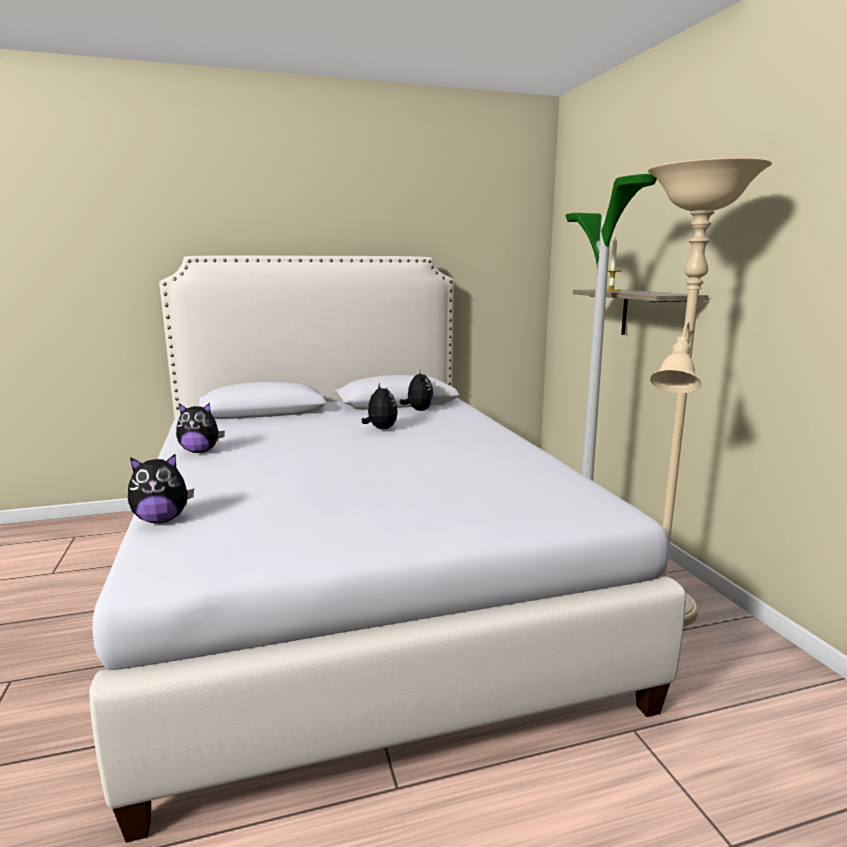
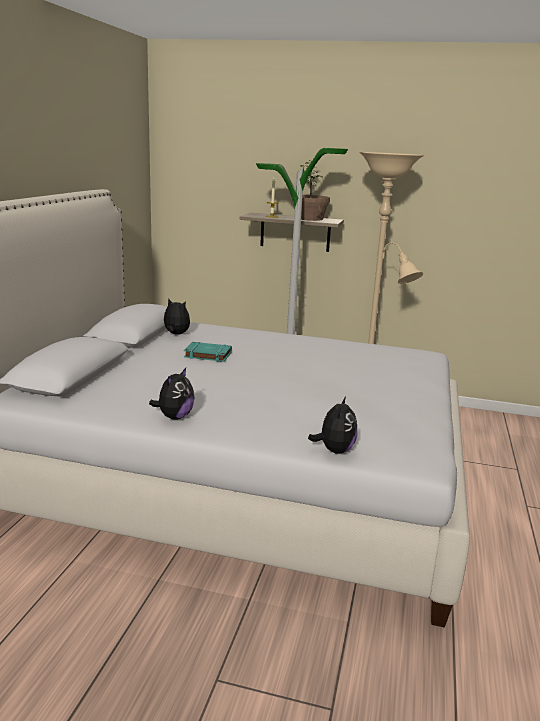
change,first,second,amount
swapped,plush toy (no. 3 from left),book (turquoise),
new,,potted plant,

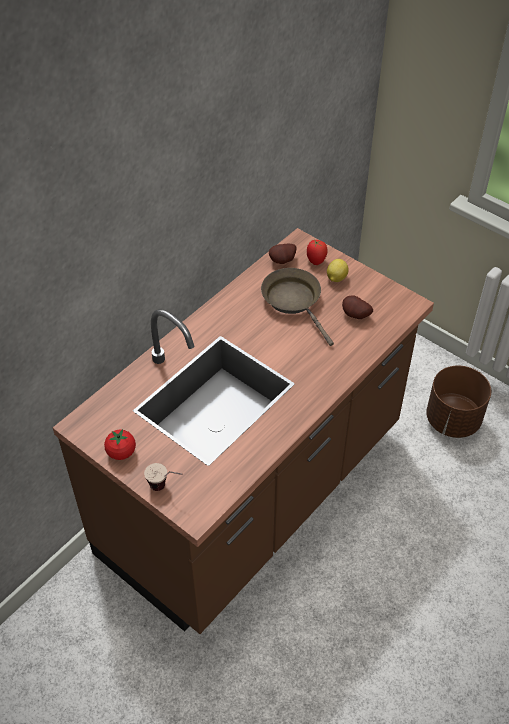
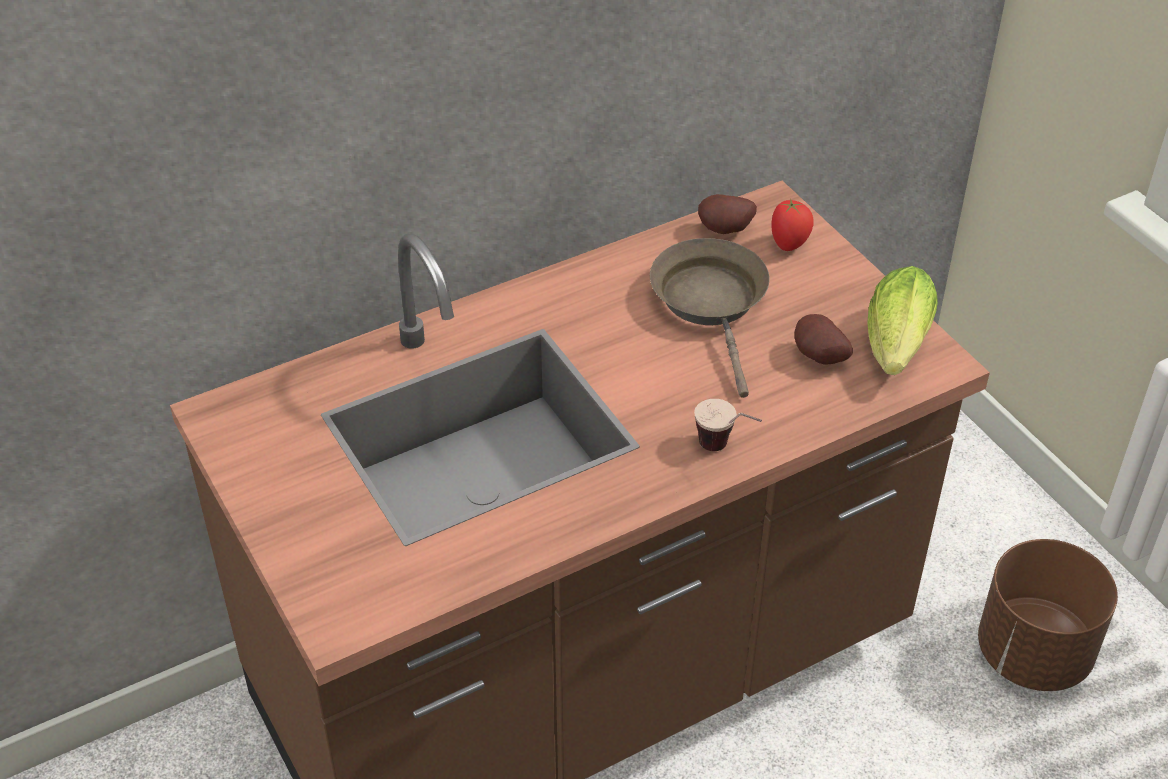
change,first,second,amount
gone,whole lemon,,
gone,whole tomato (no. 1 from left),,
shifted,small cup,,
new,,head of lettuce,

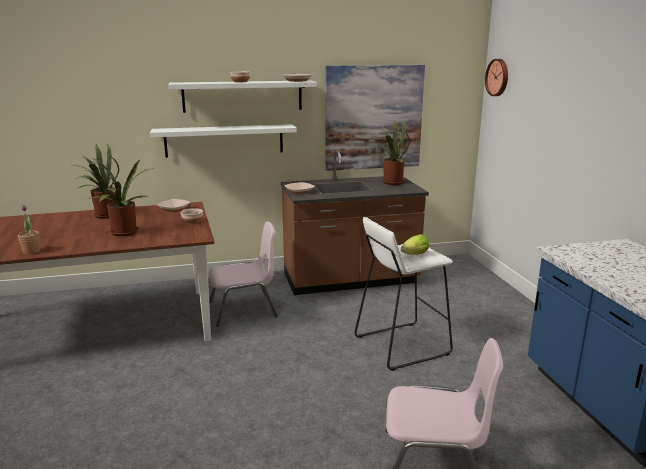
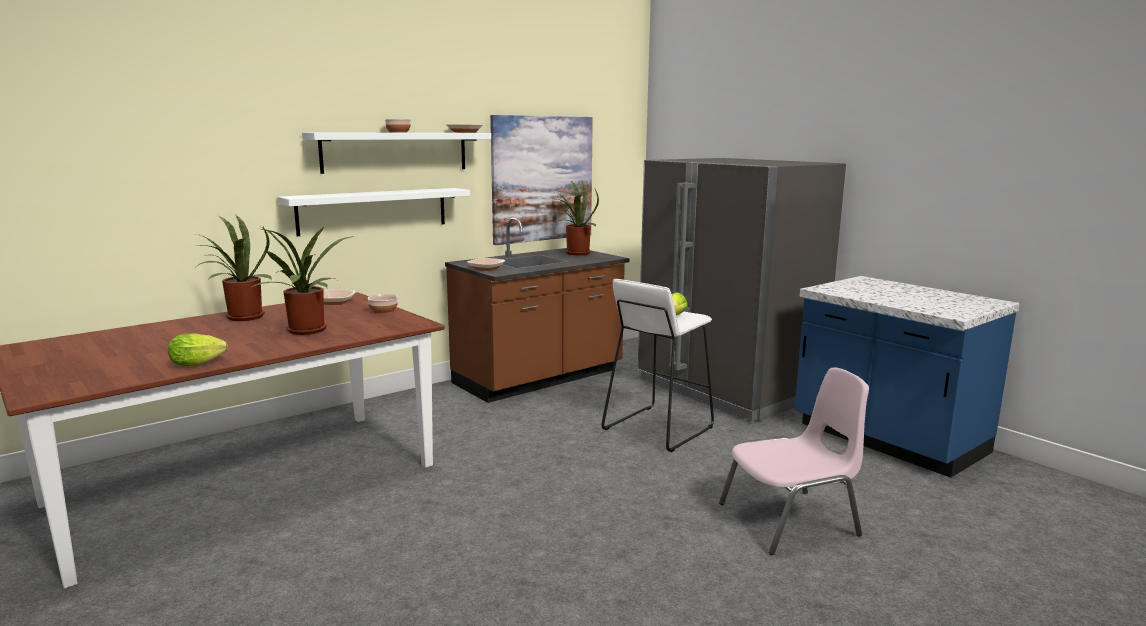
change,first,second,amount
gone,hanging clock,,
swapped,potted plant (no. 1 from left),head of lettuce (no. 1 from left),
gone,plain chair (pinkish) (no. 1 from left),,
new,,fridge (greyish),

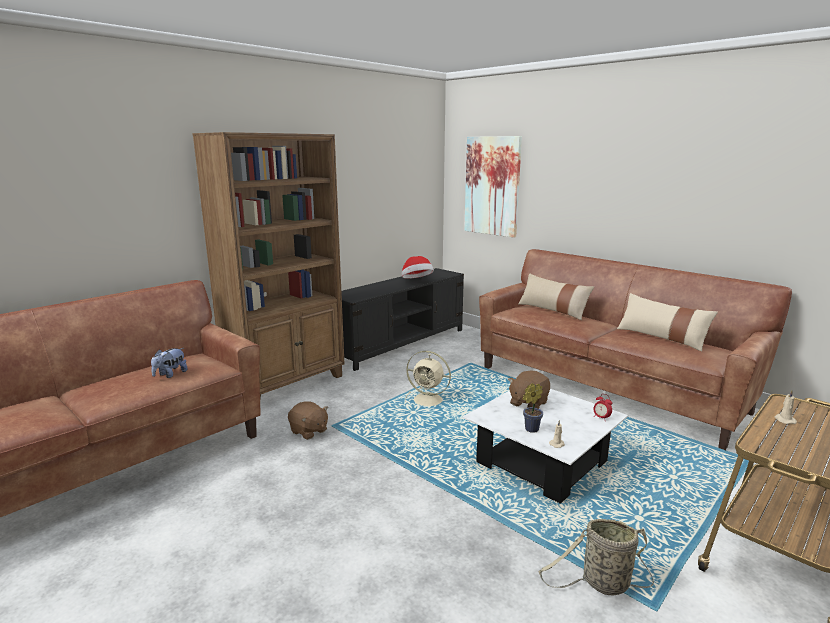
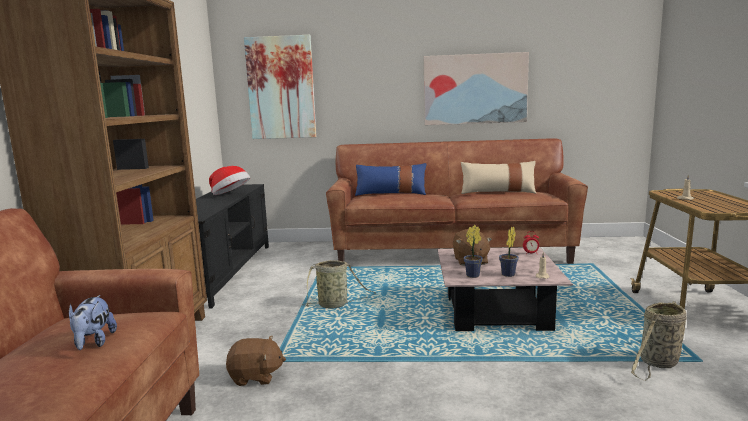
change,first,second,amount
repainted,cushion (beige) (no. 1 from left),cushion (blue-coloured),
swapped,electric fan (beige),storage basket (no. 1 from left),
repainted,low table (white-coloured),low table (pinkish),
new,,picture (no. 2 from left),
new,,potted plant (no. 1 from left),

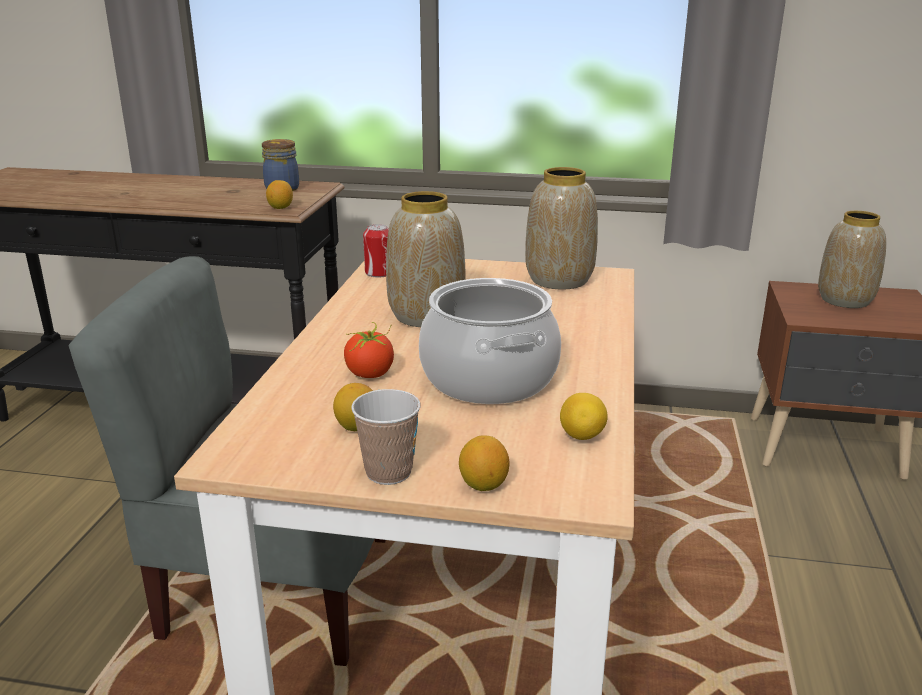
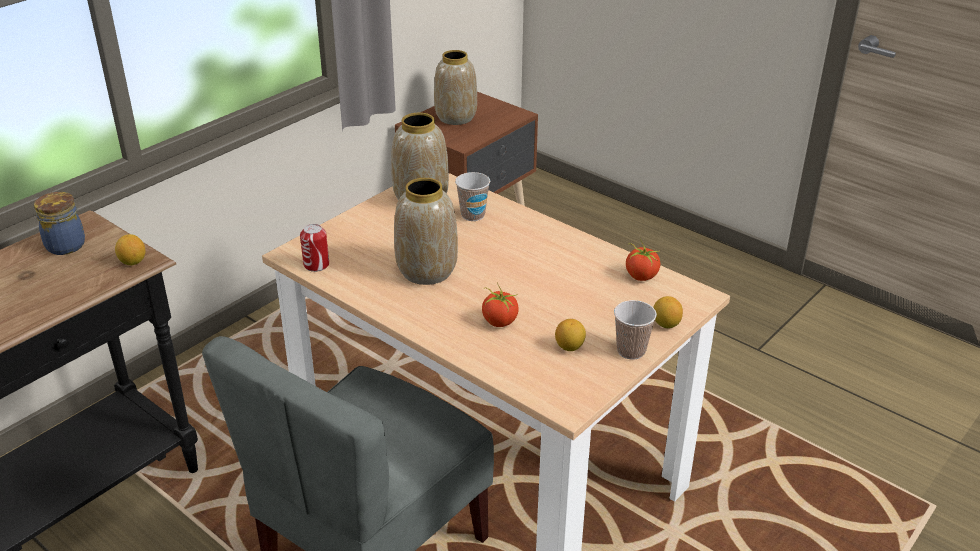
change,first,second,amount
gone,stockpot,,
swapped,whole lemon (no. 4 from left),whole tomato (no. 2 from left),
new,,small cup (no. 1 from left),

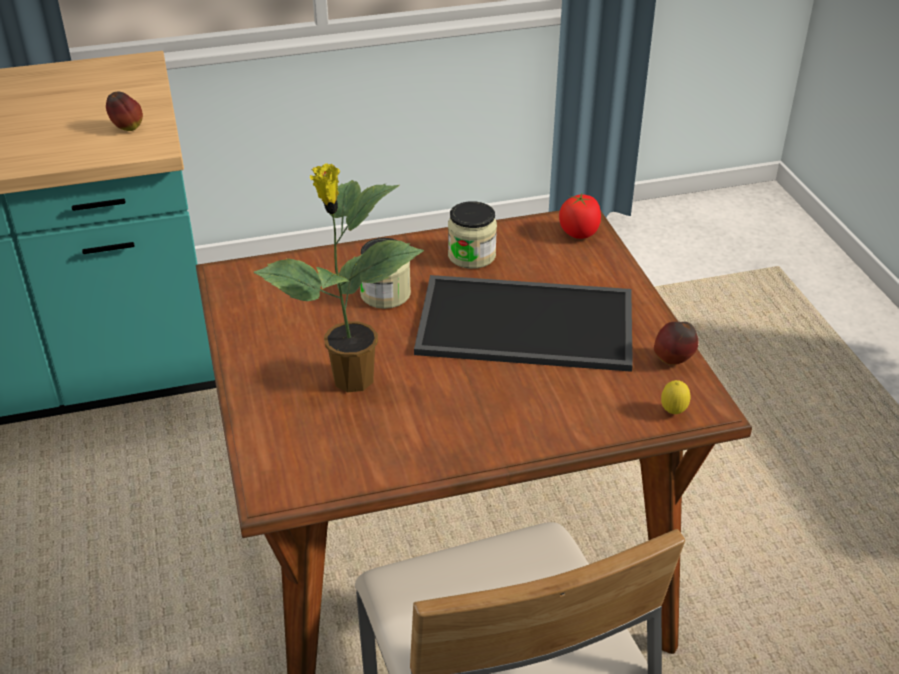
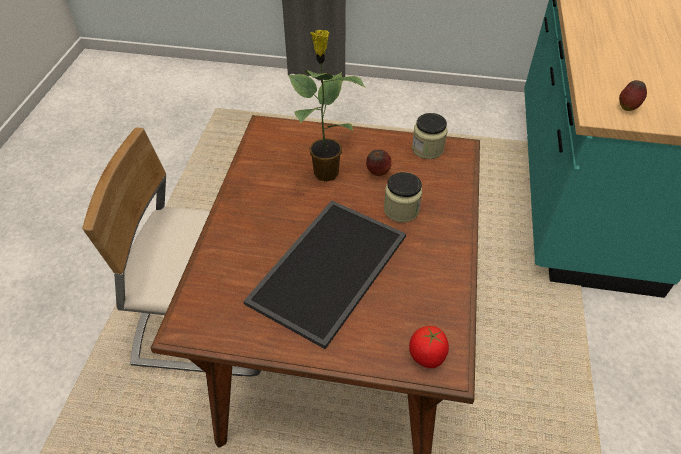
change,first,second,amount
shifted,storage jar (no. 2 from left),,
shifted,apple fruit (no. 2 from left in the first image),apple fruit (no. 1 from left),
gone,whole lemon,,

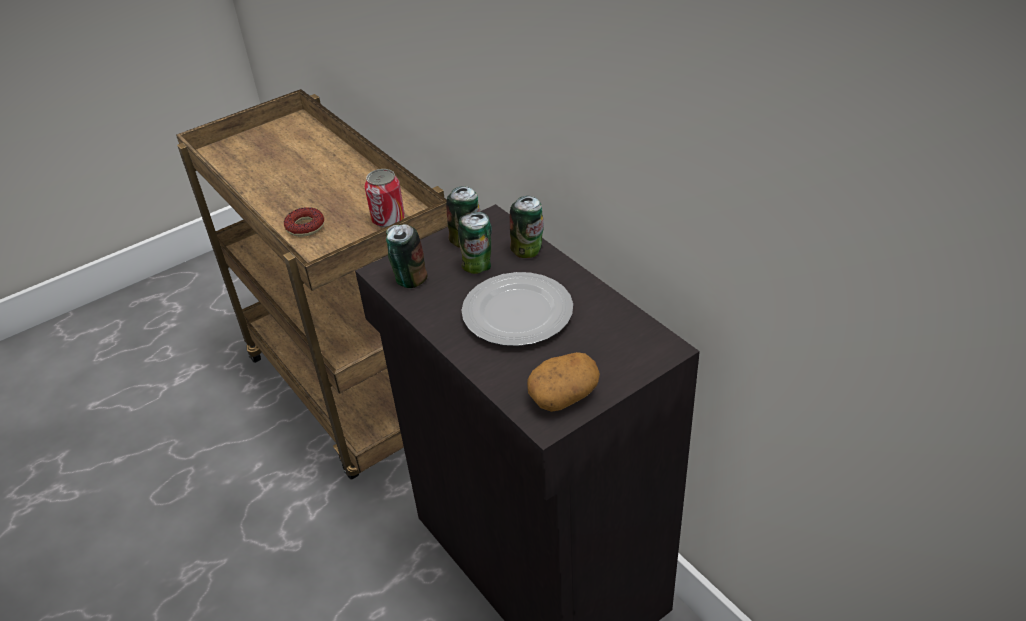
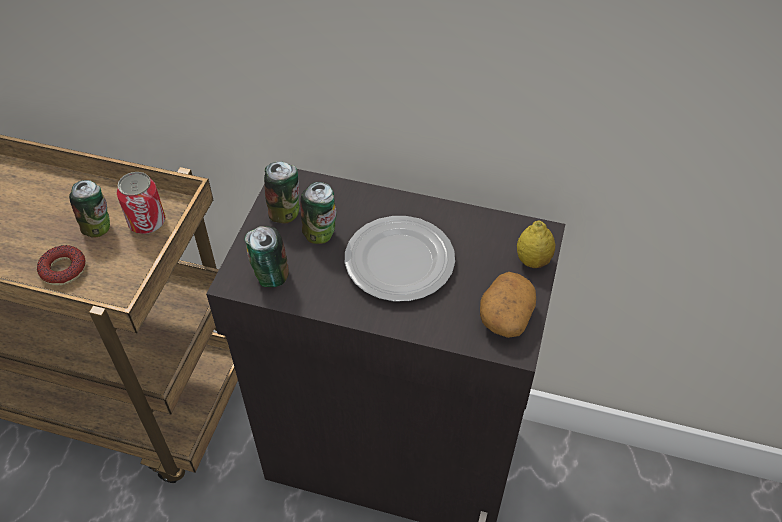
change,first,second,amount
shifted,metal can (no. 5 from left in the first image),metal can (no. 1 from left),
new,,whole lemon,

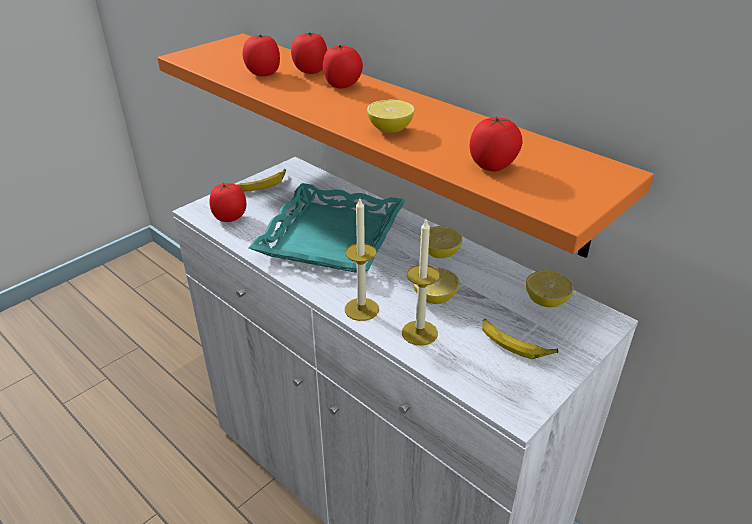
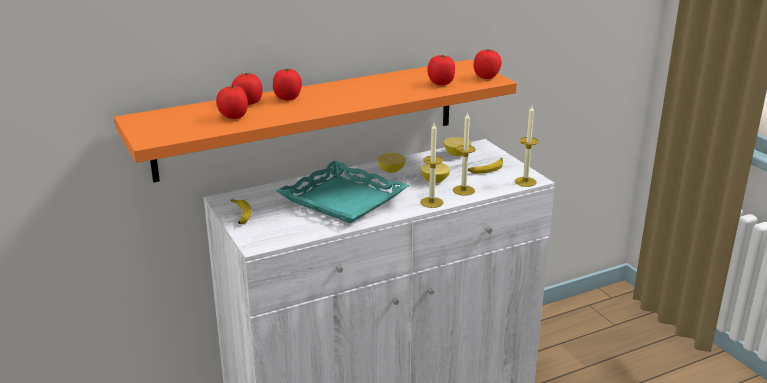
change,first,second,amount
gone,whole lemon (no. 1 from left),,
shifted,whole tomato (no. 1 from left in the first image),whole tomato (no. 5 from left),
new,,wax candle (no. 3 from left),

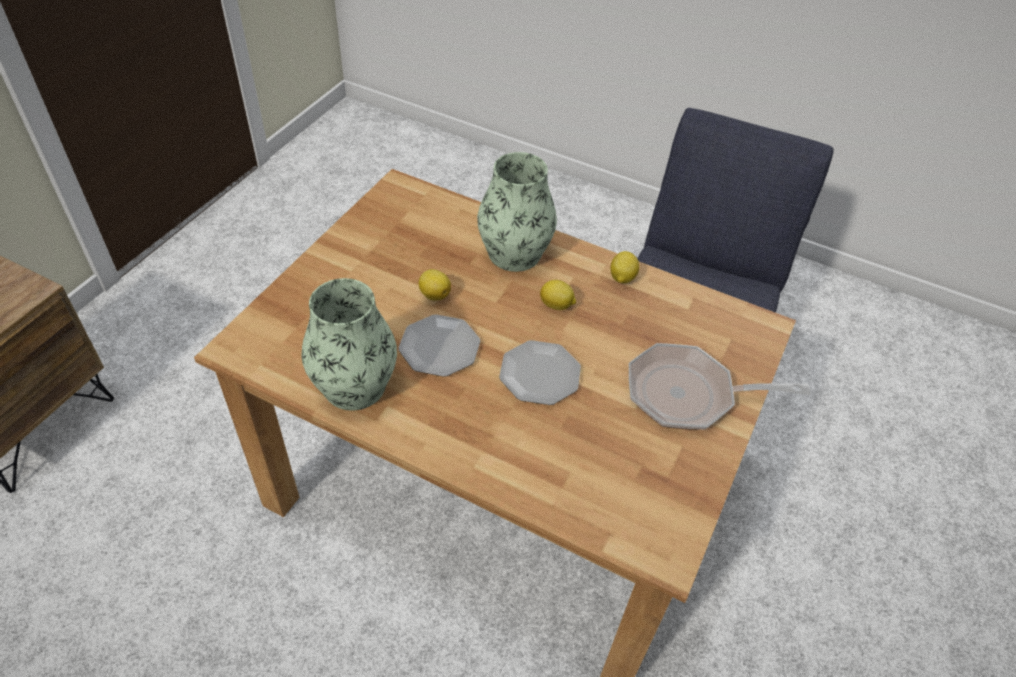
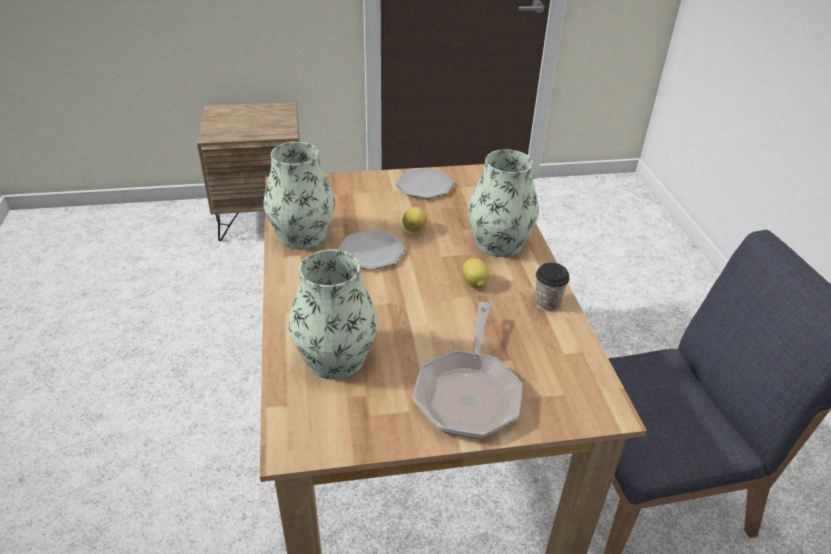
change,first,second,amount
swapped,whole lemon (no. 3 from left),small cup,
shifted,dinner plate (no. 2 from left),,
rotated,frying pan,,135 degrees counterclockwise
new,,flower vase (no. 2 from left),

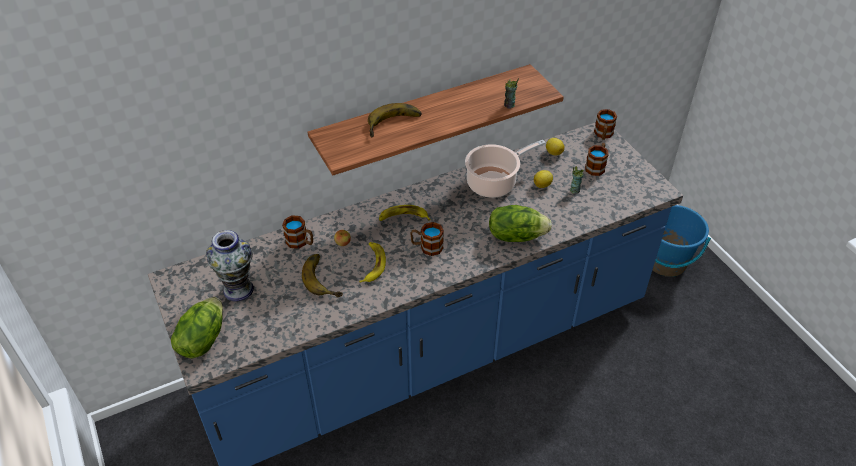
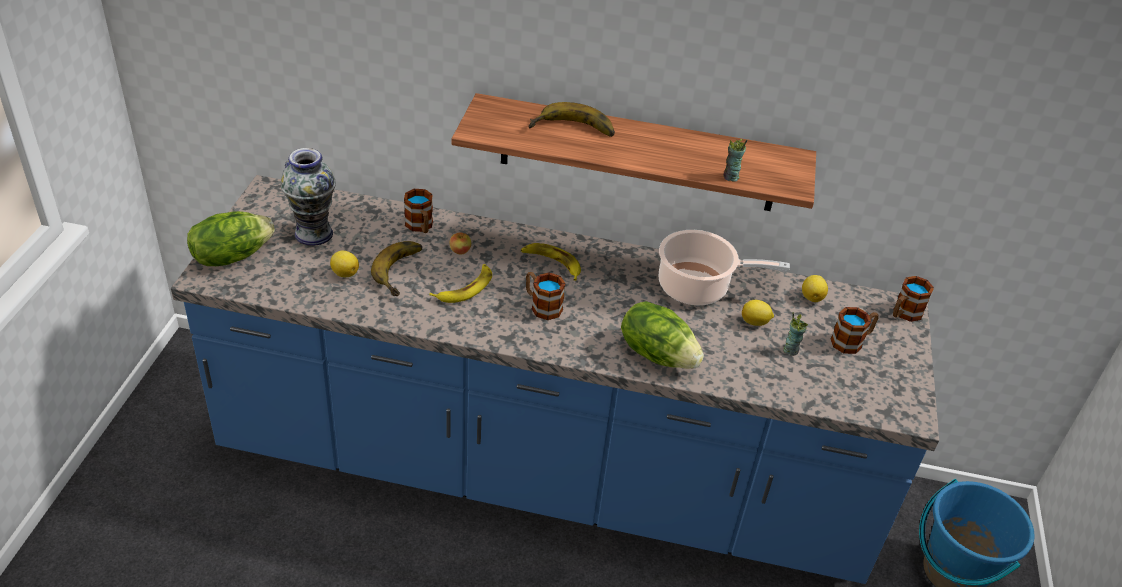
change,first,second,amount
new,,whole lemon (no. 1 from left),

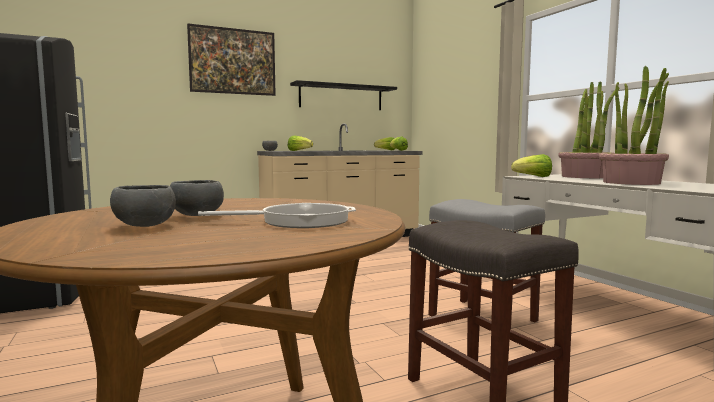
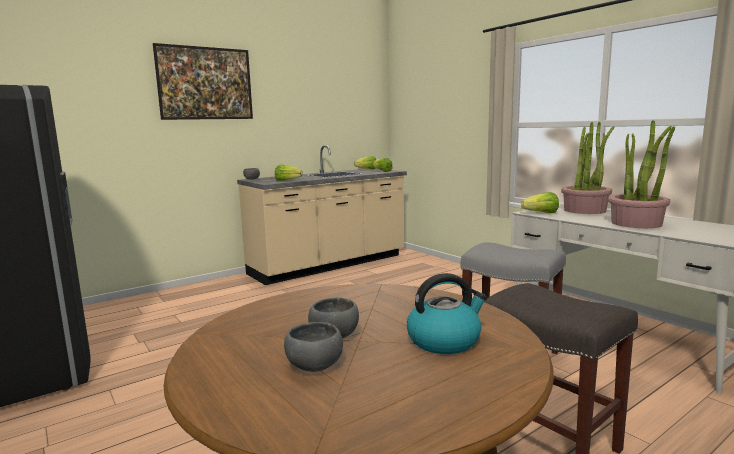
change,first,second,amount
gone,shelf (black-coloured),,
swapped,frying pan,tea kettle,

